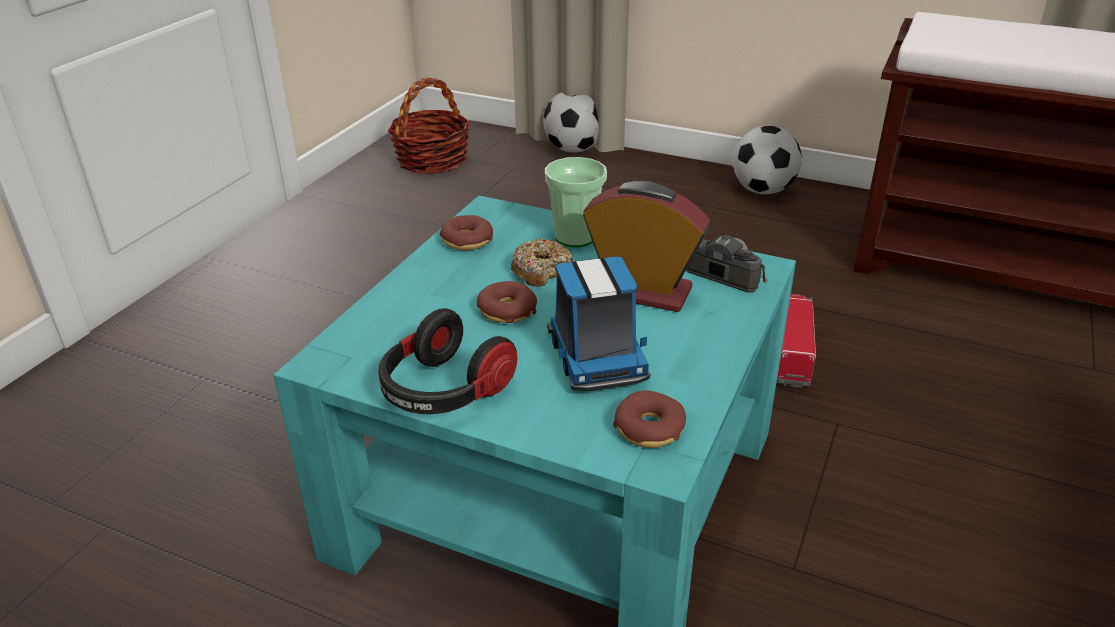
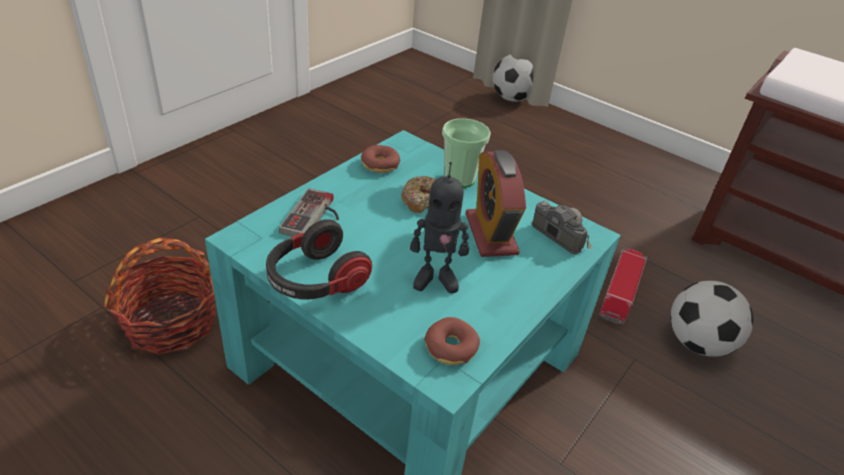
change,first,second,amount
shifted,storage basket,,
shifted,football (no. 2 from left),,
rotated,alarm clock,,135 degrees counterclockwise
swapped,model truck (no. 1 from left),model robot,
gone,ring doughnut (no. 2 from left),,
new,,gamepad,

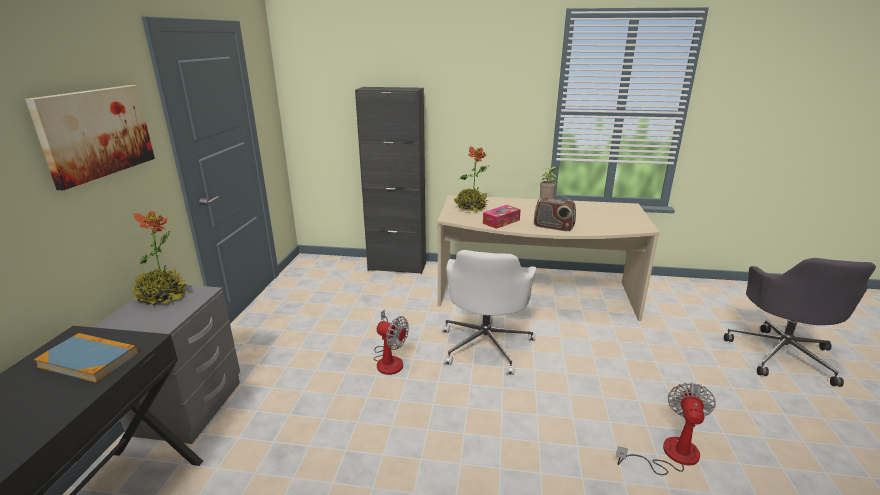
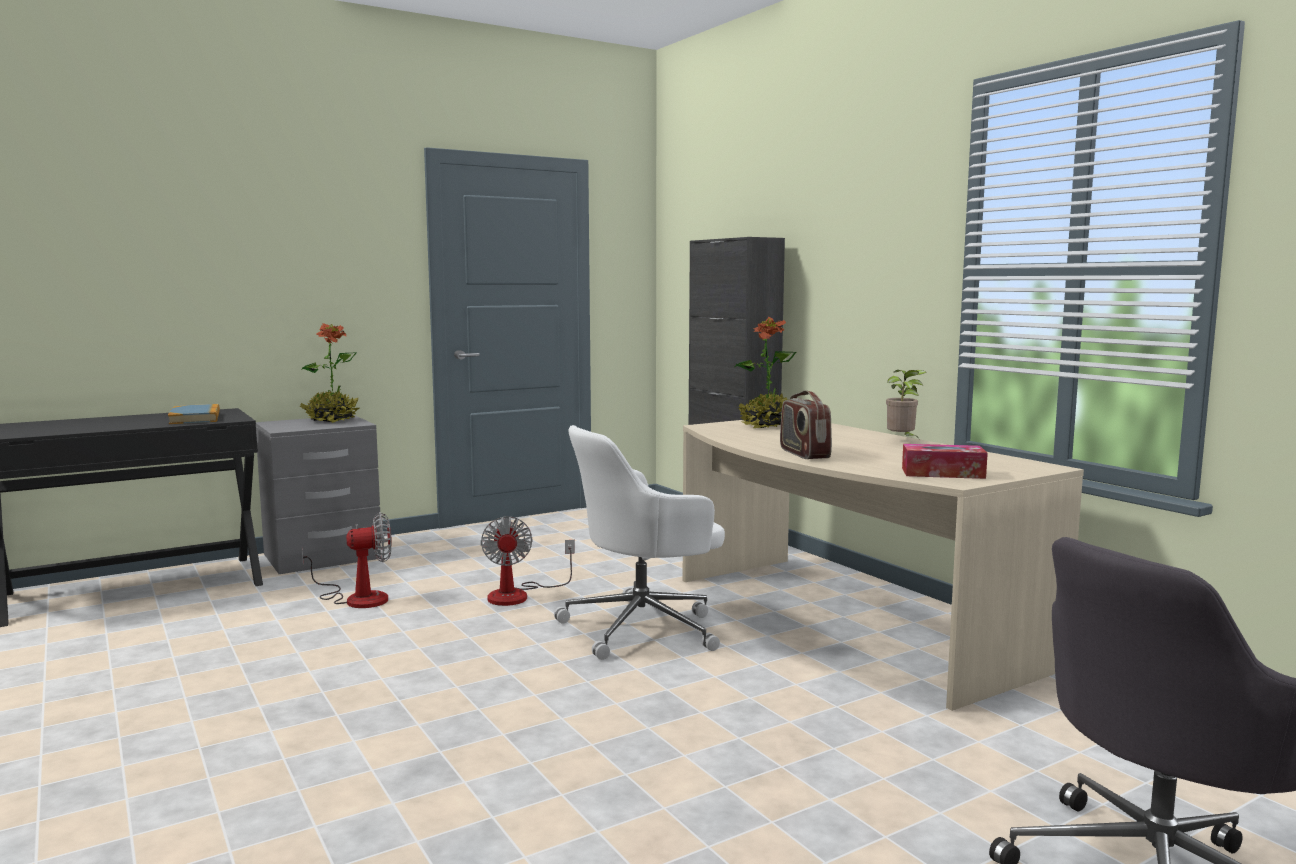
change,first,second,amount
gone,picture,,
shifted,tissue holder,,
shifted,electric fan (no. 2 from left in the first image),electric fan (no. 1 from left),

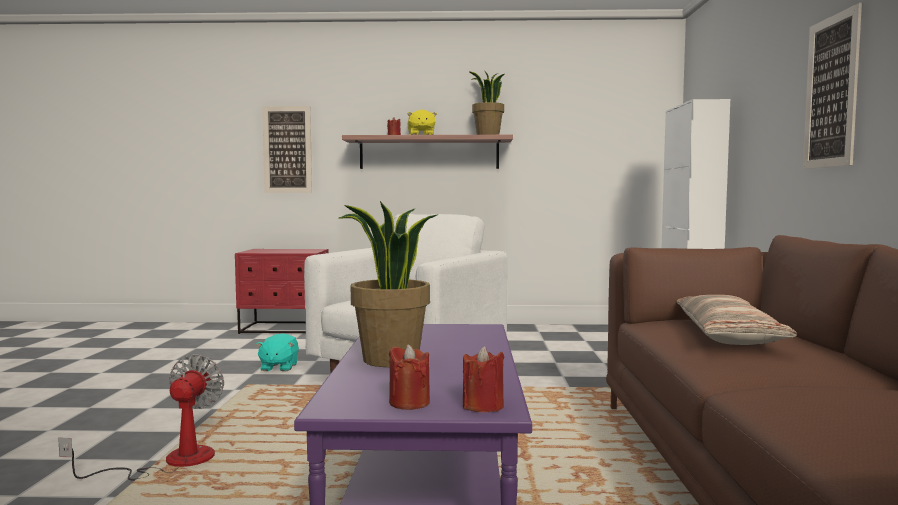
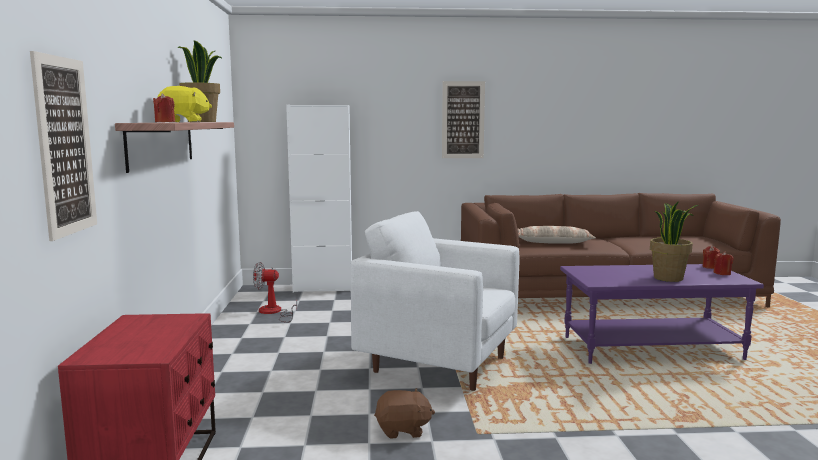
change,first,second,amount
repainted,plush toy (turquoise),plush toy (brownish),
shifted,electric fan,,

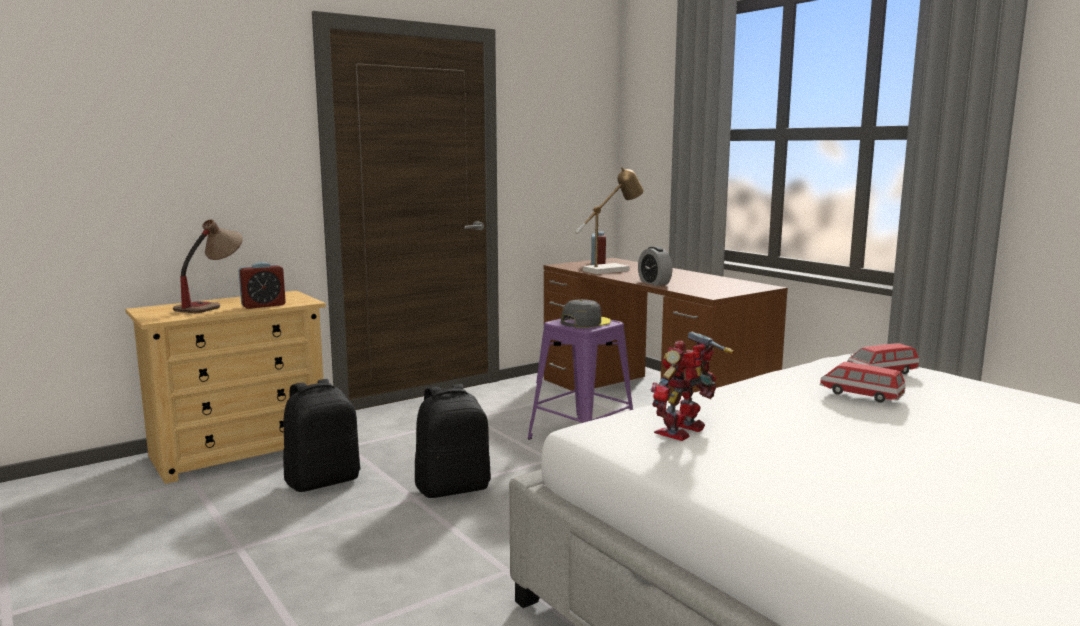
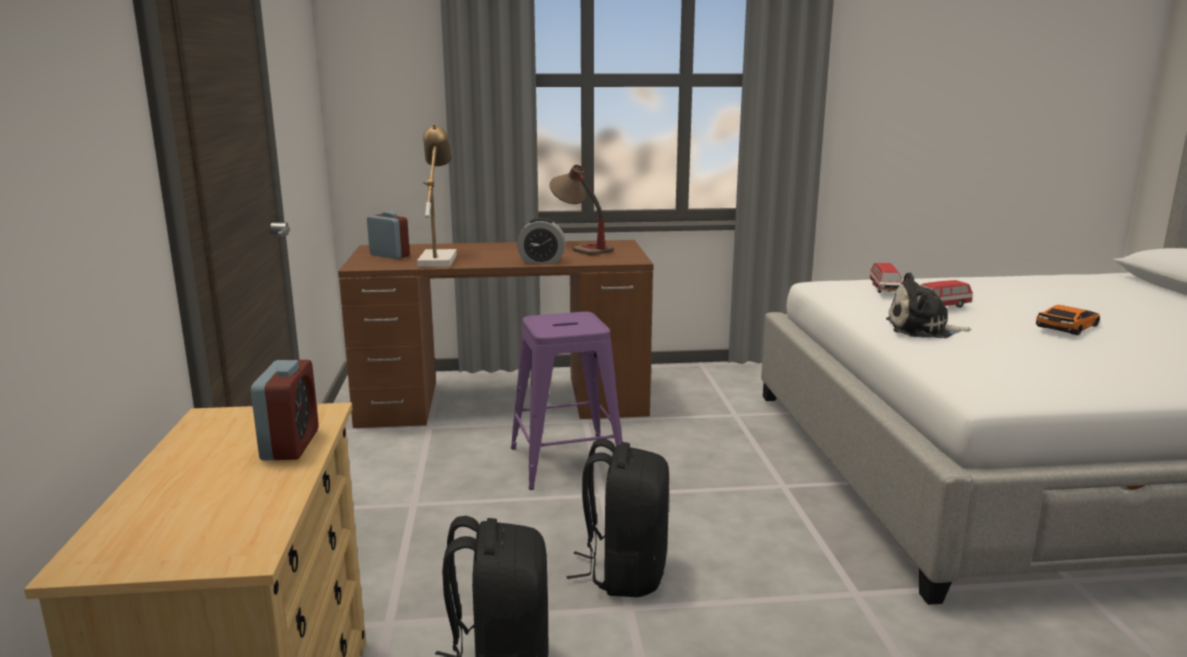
change,first,second,amount
shifted,table lamp (no. 1 from left in the first image),table lamp (no. 2 from left),
gone,baseball cap (greyish),,
gone,model robot,,
new,,plush toy,
new,,toy car (no. 3 from left),

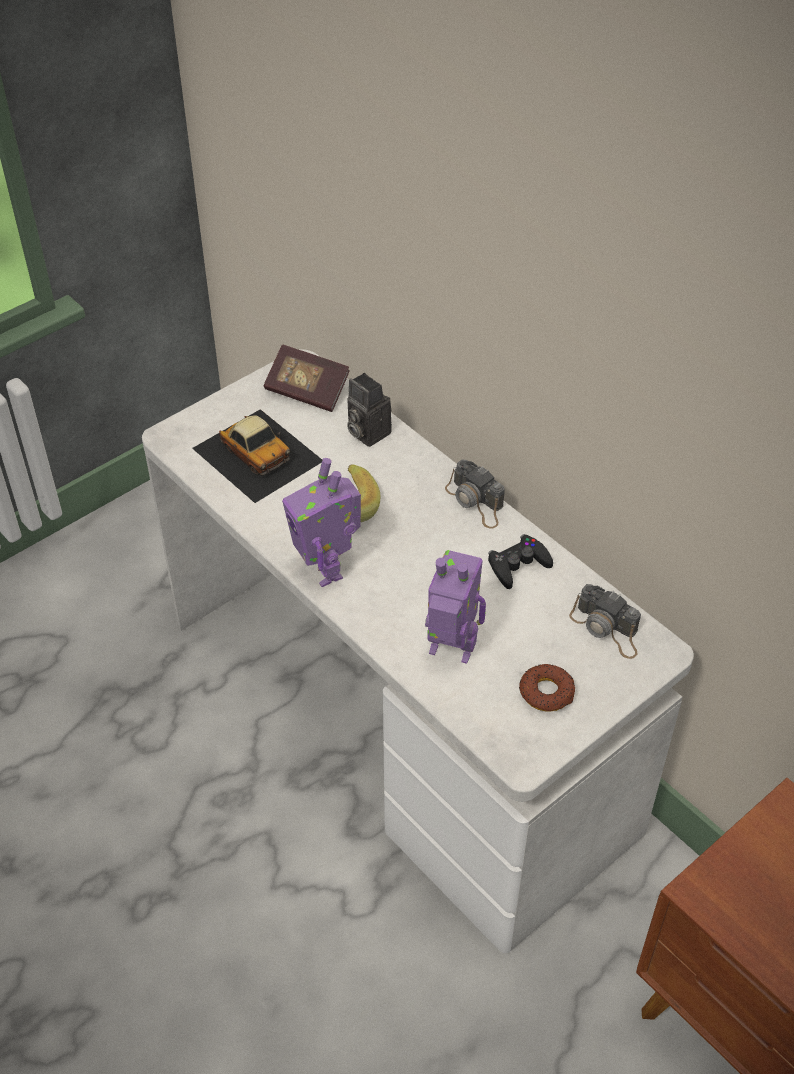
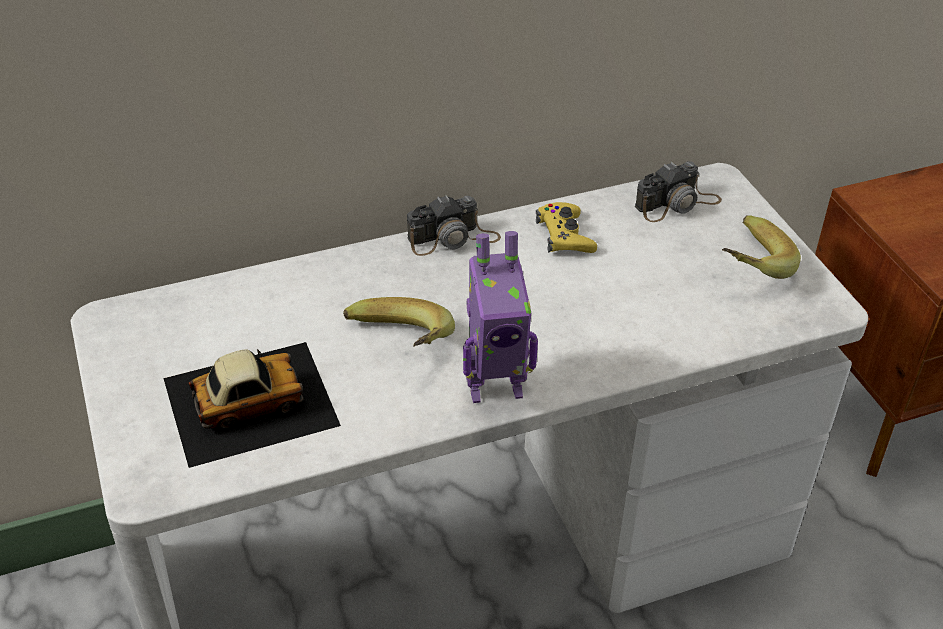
change,first,second,amount
gone,book,,
gone,photo camera (no. 1 from left),,
repainted,gamepad (black-coloured),gamepad (yellow),
gone,model robot (no. 2 from left),,
swapped,ring doughnut,whole banana (no. 2 from left),

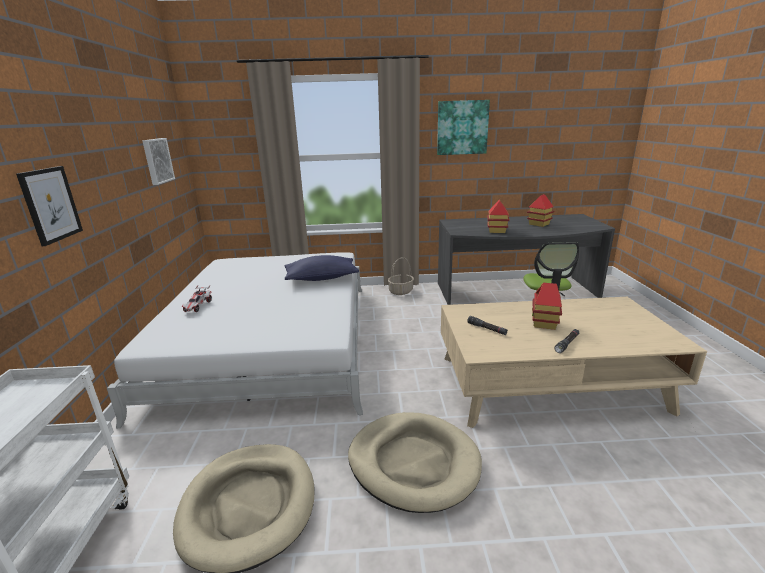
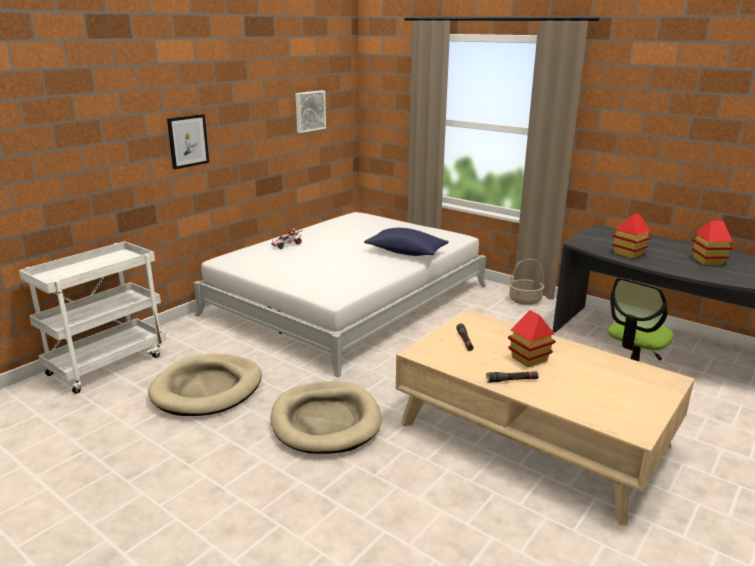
change,first,second,amount
gone,picture (no. 3 from left),,

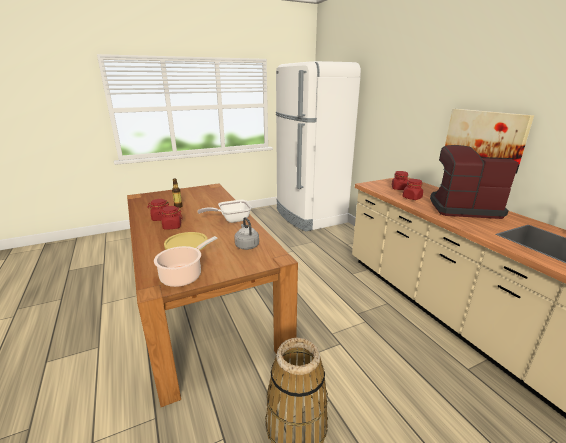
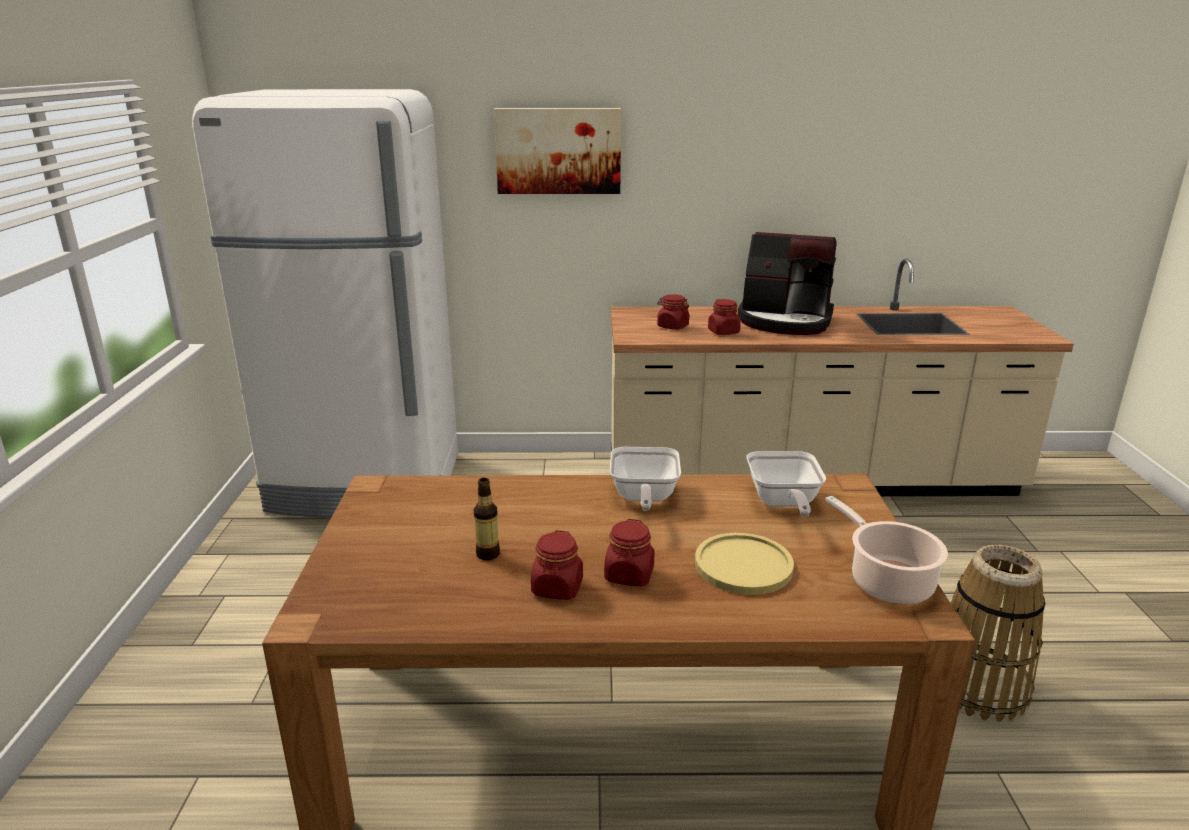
change,first,second,amount
shifted,picture,,
rotated,coffee maker,,105 degrees counterclockwise
swapped,tea kettle (greyish),frying pan (no. 2 from left),

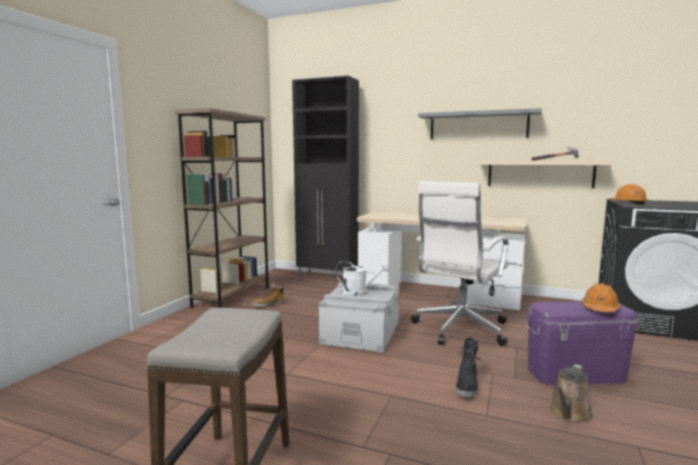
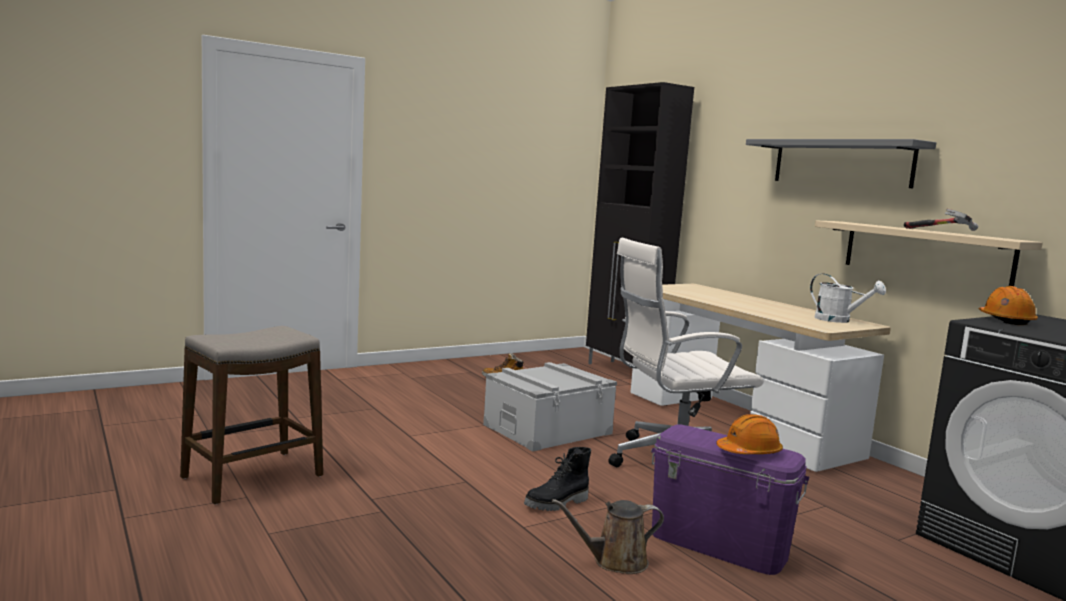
change,first,second,amount
gone,shelving unit (brownish),,
shifted,sprinkling can (white-coloured),,

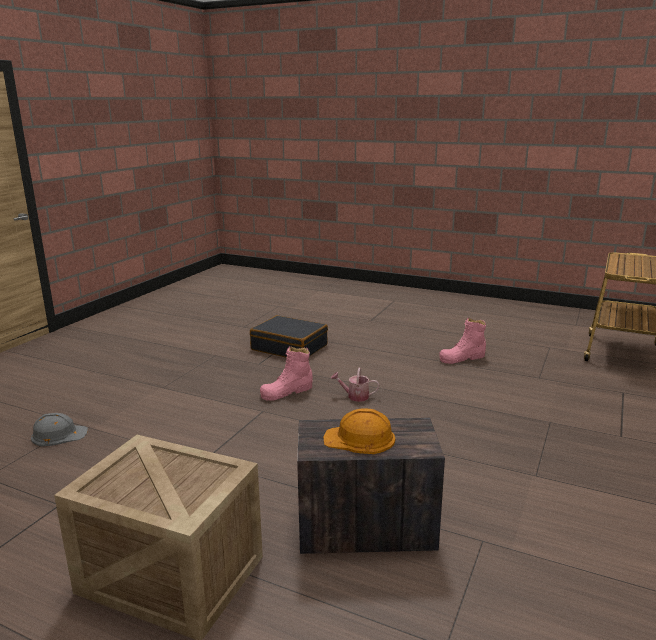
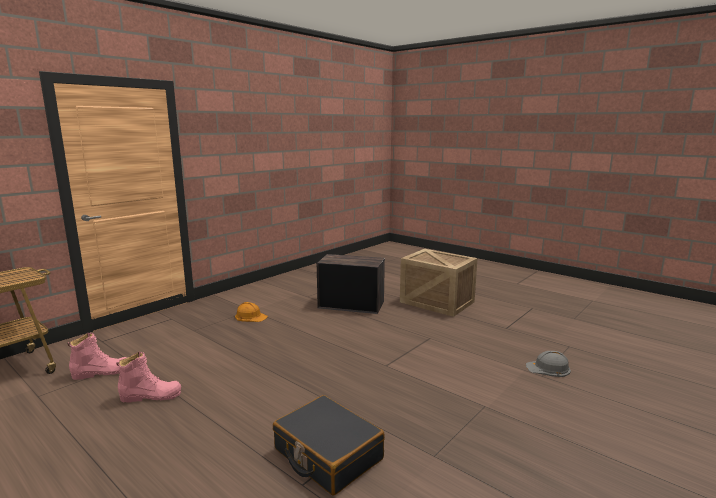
change,first,second,amount
shifted,tall boot (pinkish) (no. 1 from left),,
gone,sprinkling can,,
shifted,work helmet (orangey),,

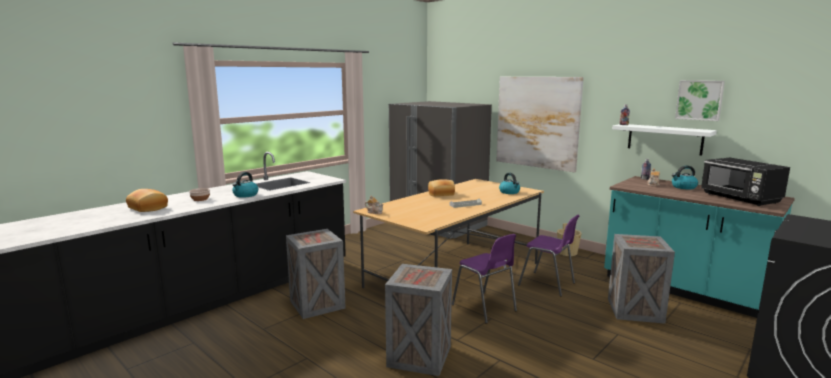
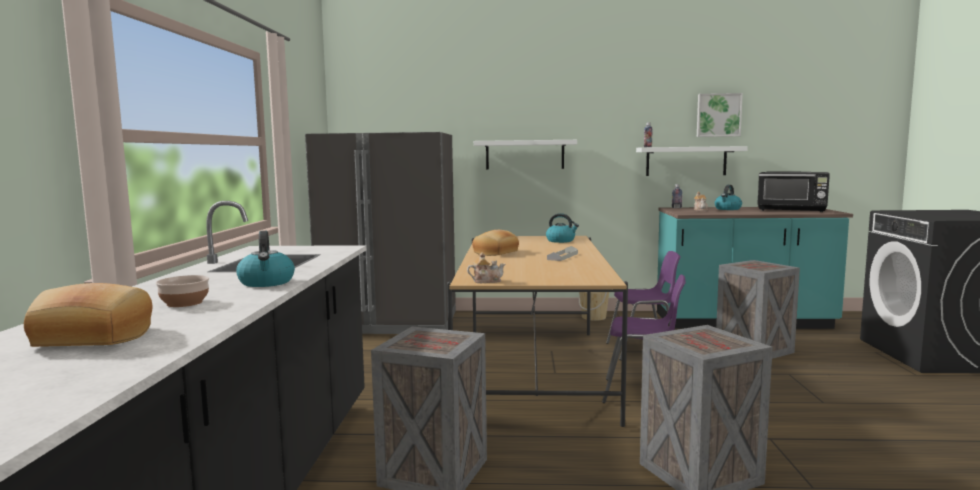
change,first,second,amount
swapped,picture (no. 1 from left),shelf (white-coloured) (no. 1 from left),

